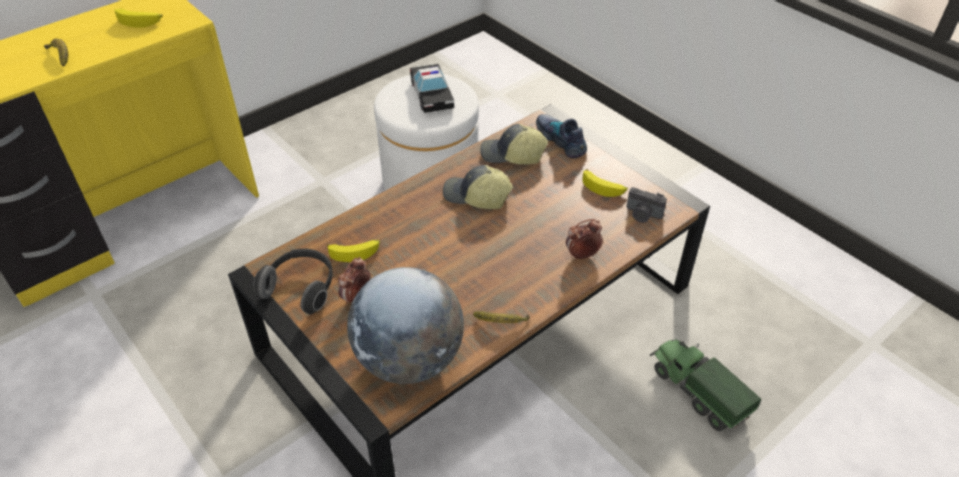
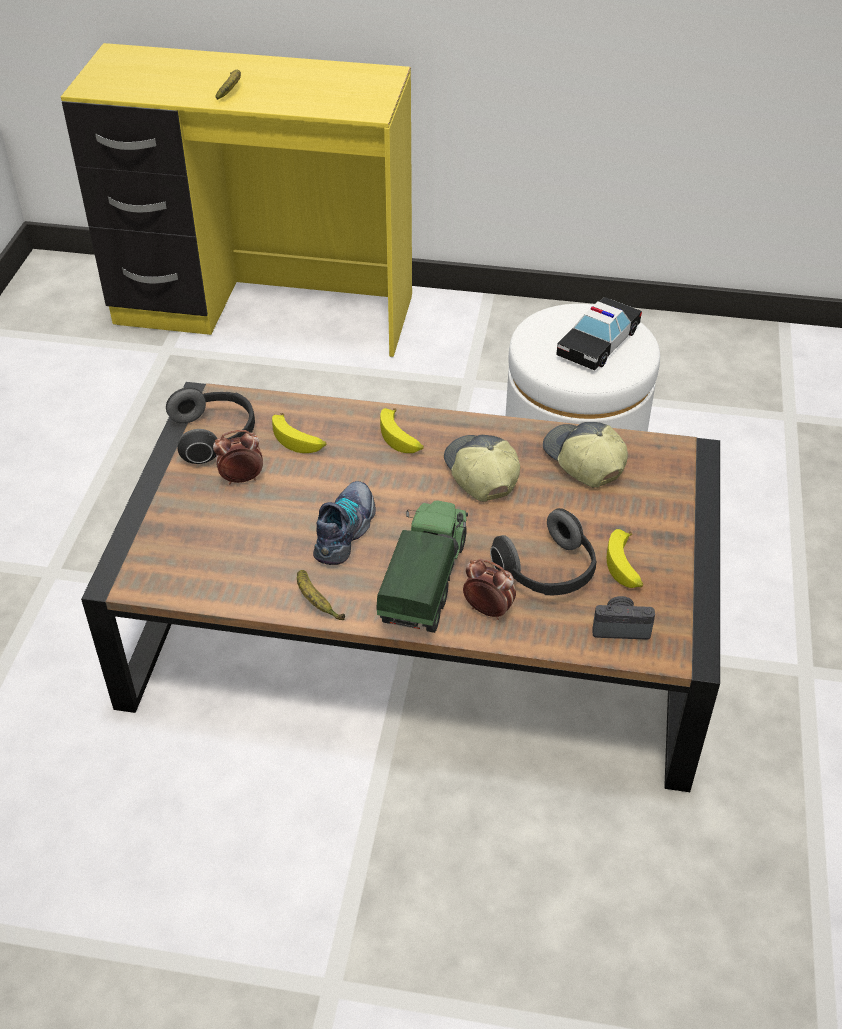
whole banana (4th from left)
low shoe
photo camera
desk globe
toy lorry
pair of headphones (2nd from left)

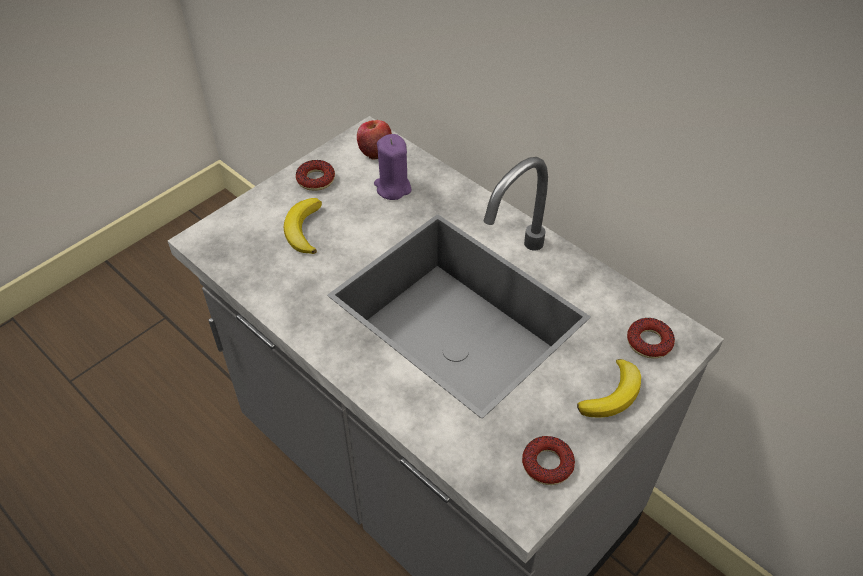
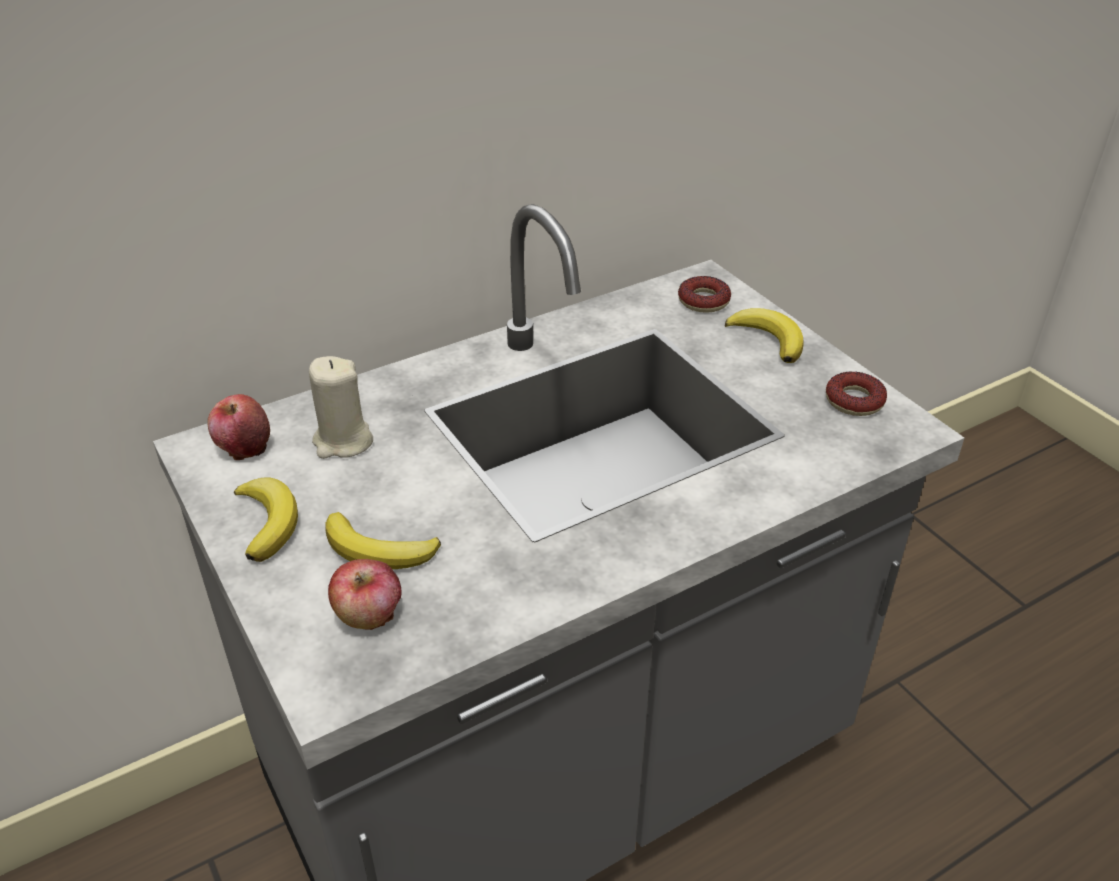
beige-coloured wax light
whole banana (1st from left)
apple fruit (2nd from left)

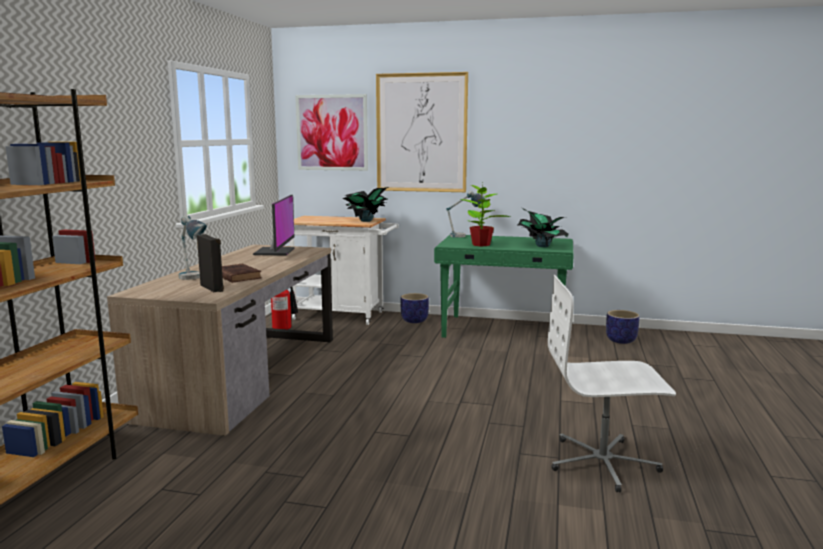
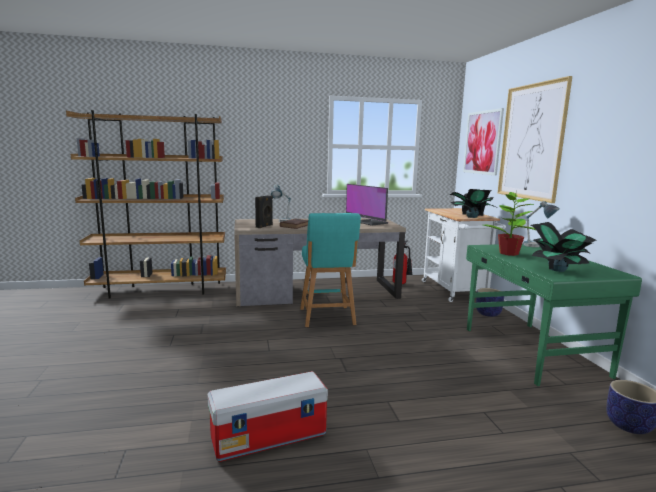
computer display
storage bin
turquoise stool

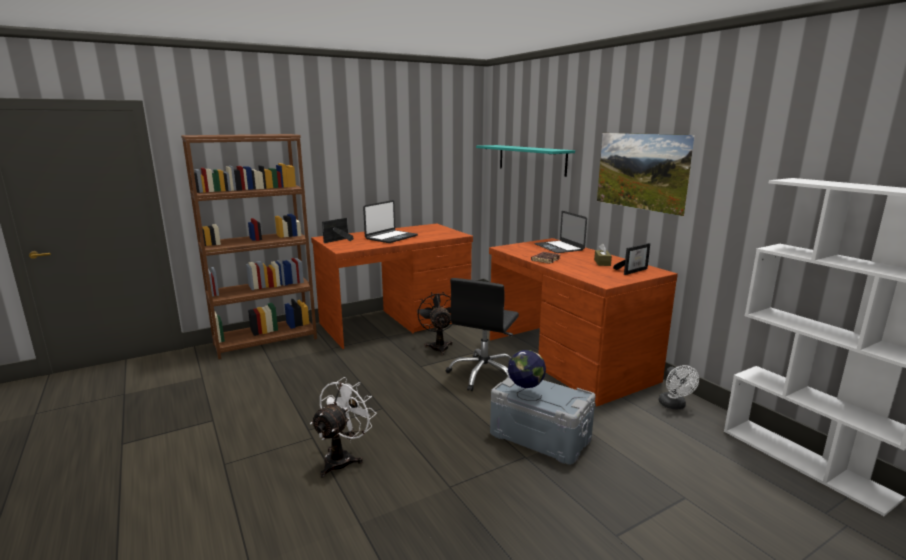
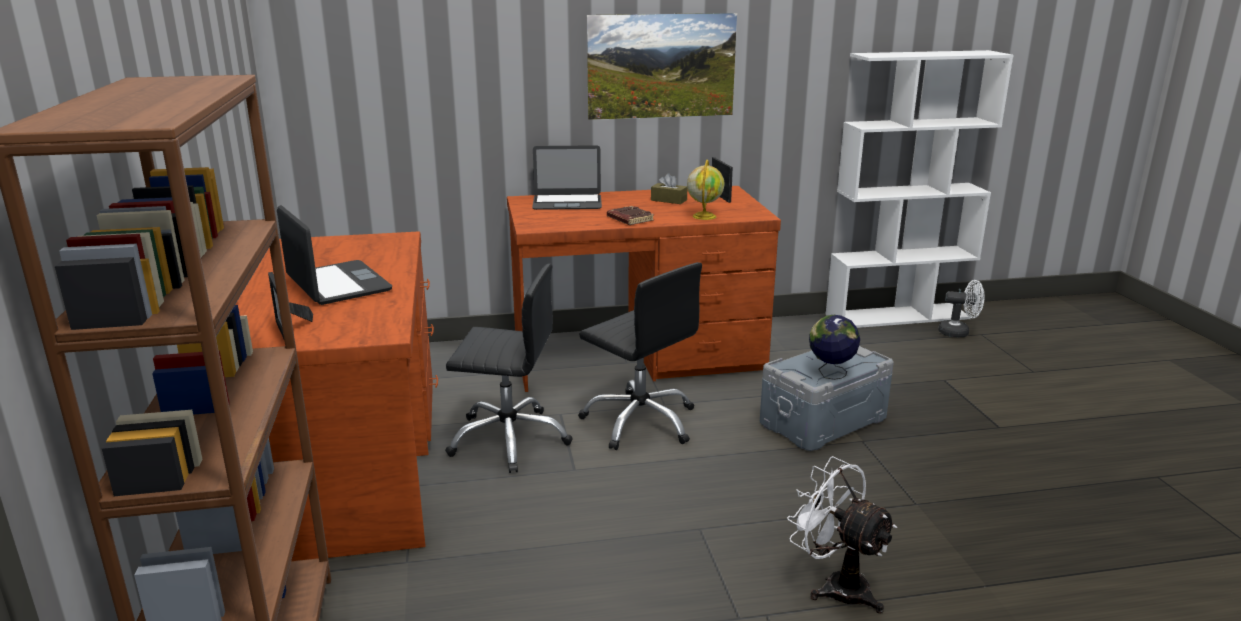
turquoise shelf
black computer chair (1st from left)
whitish electric fan (2nd from left)
desk globe (1st from left)

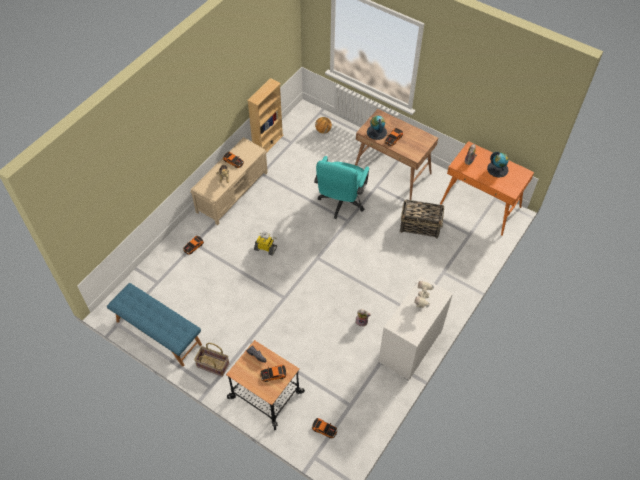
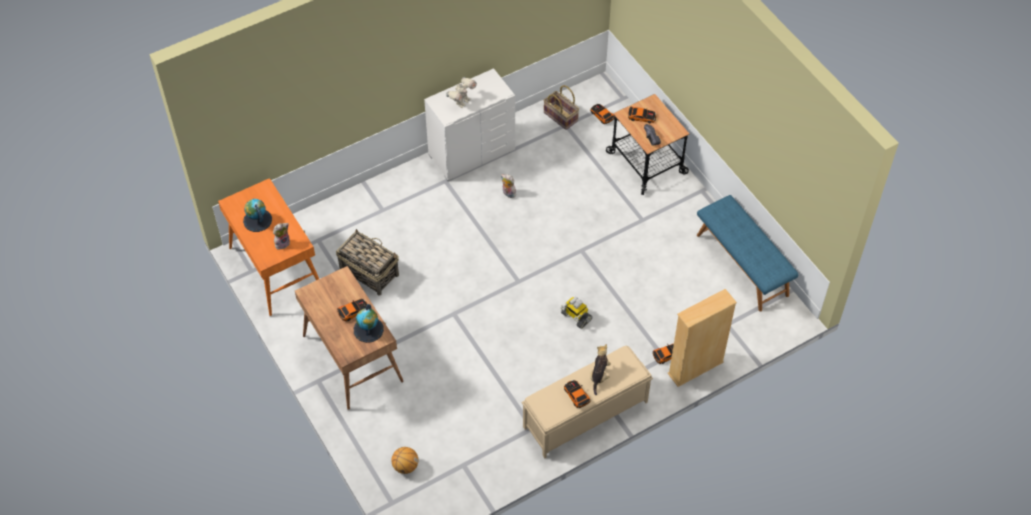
beige-coloured bookshelf
turquoise computer chair
basket (2nd from left)

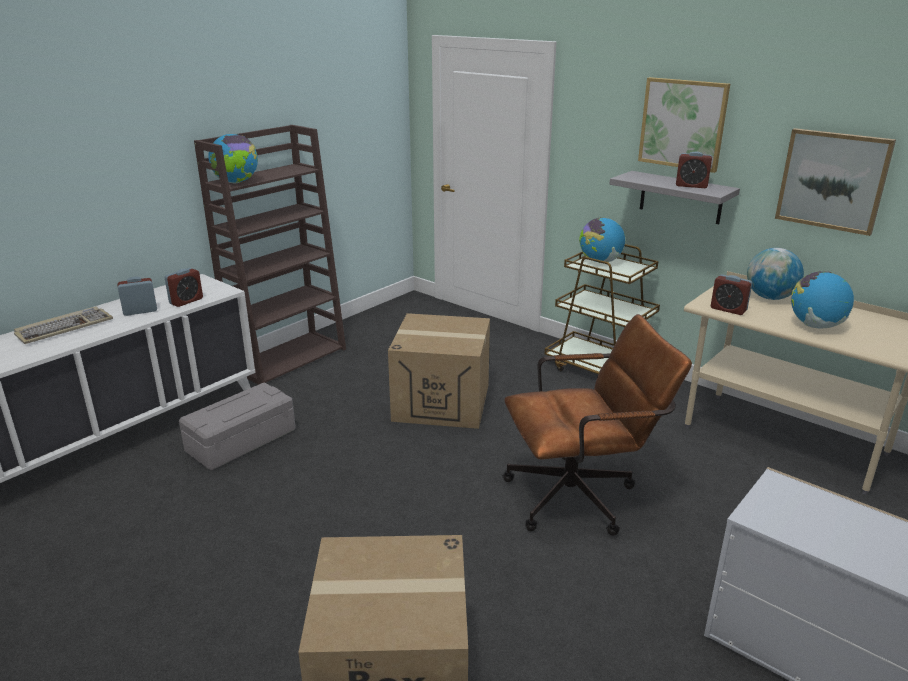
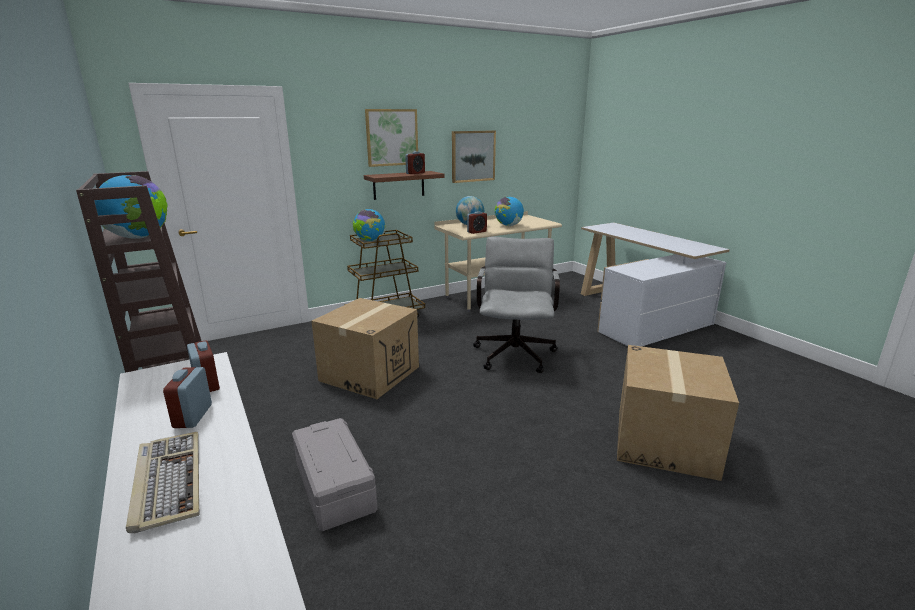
brown-coloured shelf
greyish computer chair

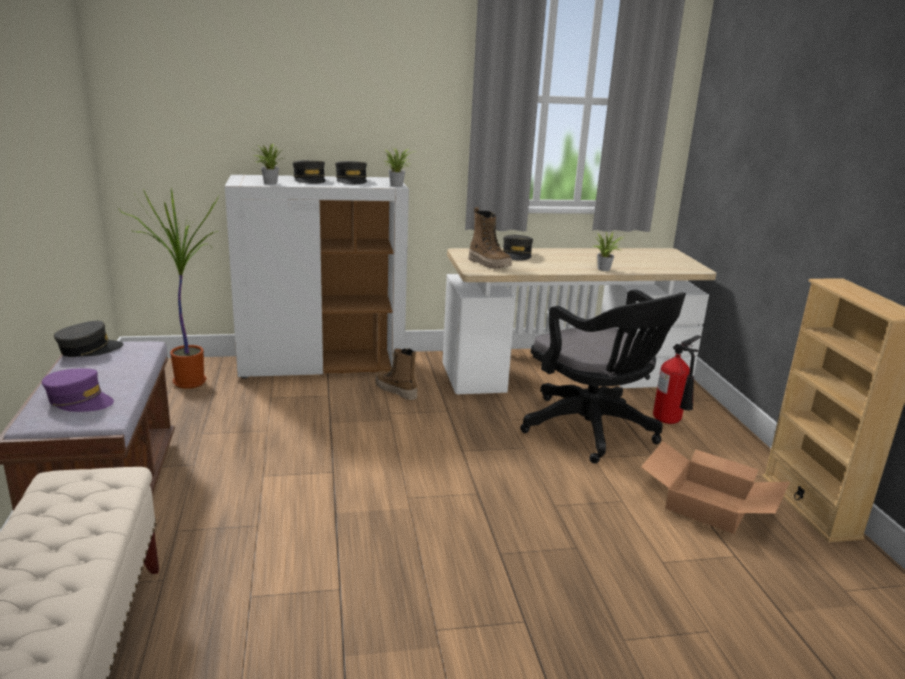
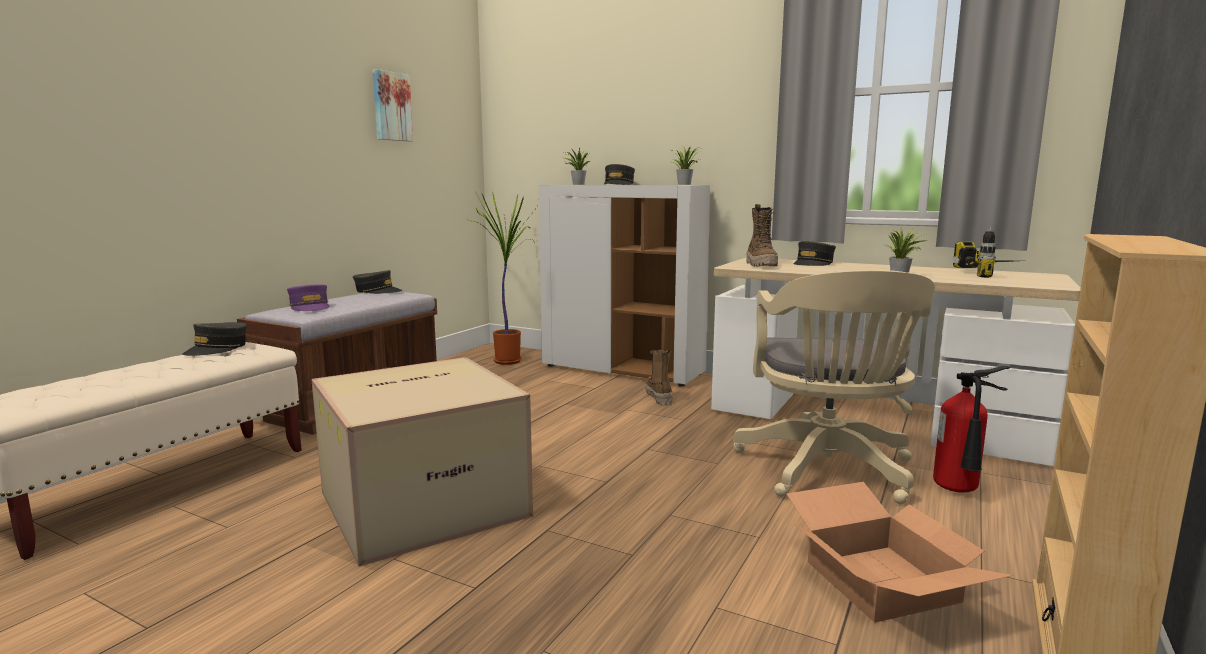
greyish cap (1st from left)
beige-coloured computer chair
wall art
electric drill
cardboard box (1st from left)

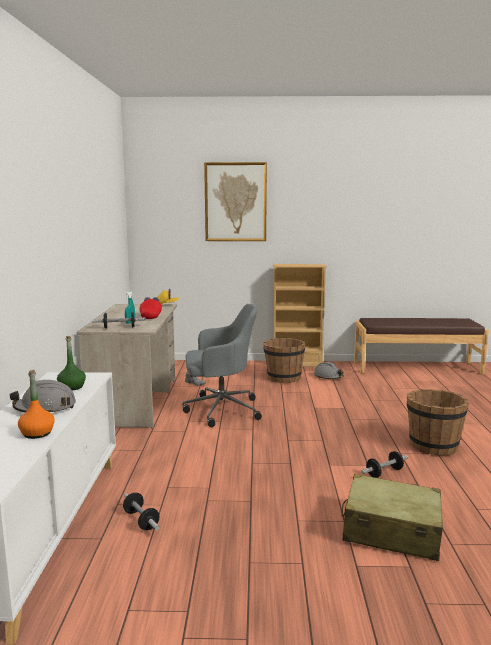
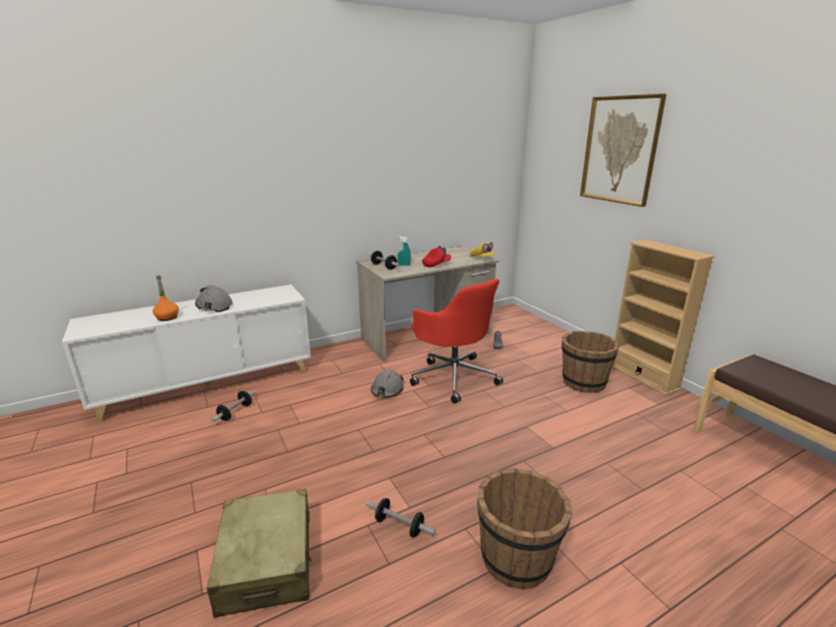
red-coloured computer chair
green-coloured drink bottle
greyish hard hat (2nd from left)

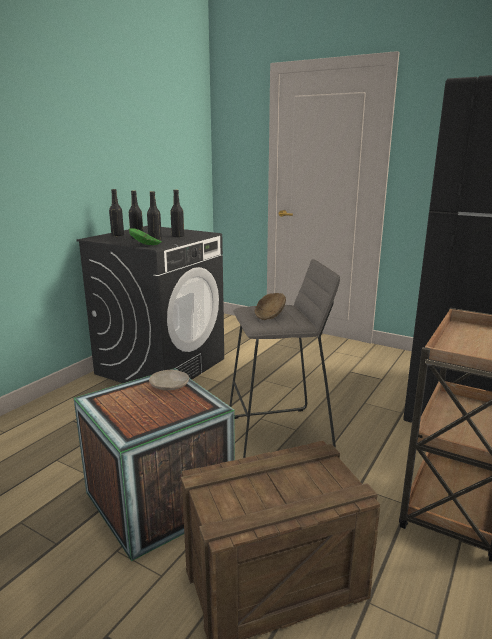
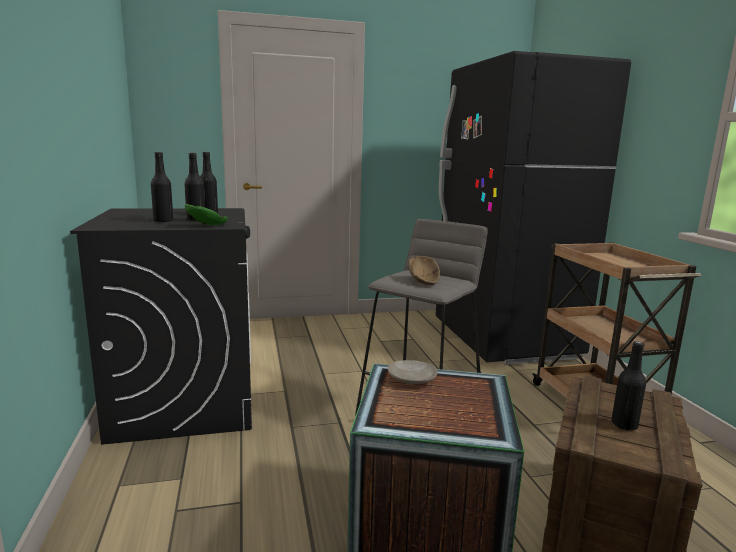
black drink bottle (4th from left)

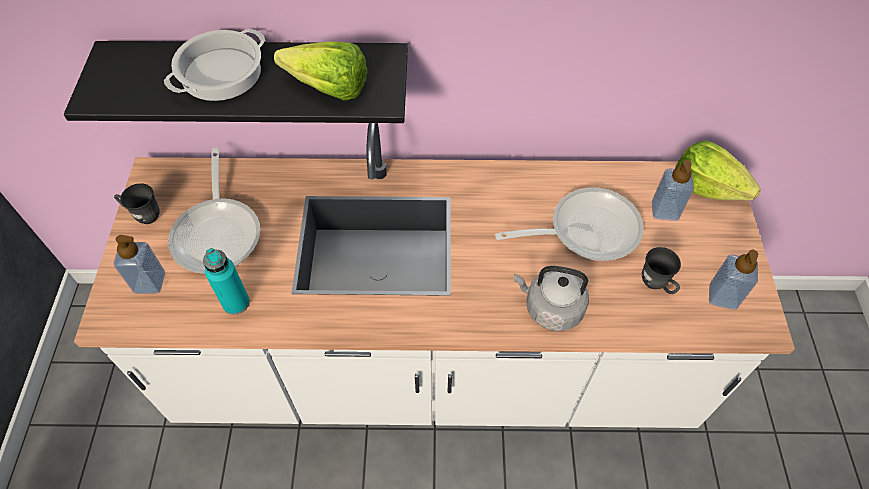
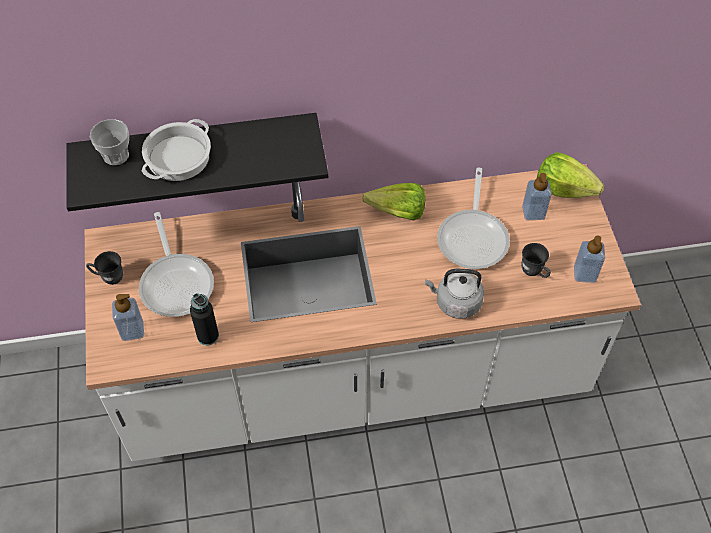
lettuce (1st from left)
frying pan (2nd from left)
black drink bottle
cup

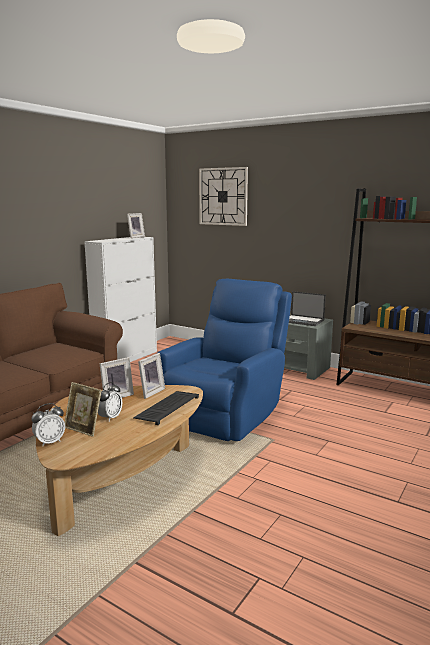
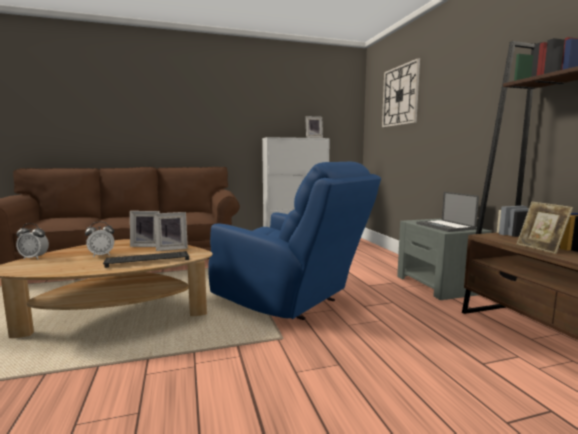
blue-coloured armchair
standing frame (4th from left)

